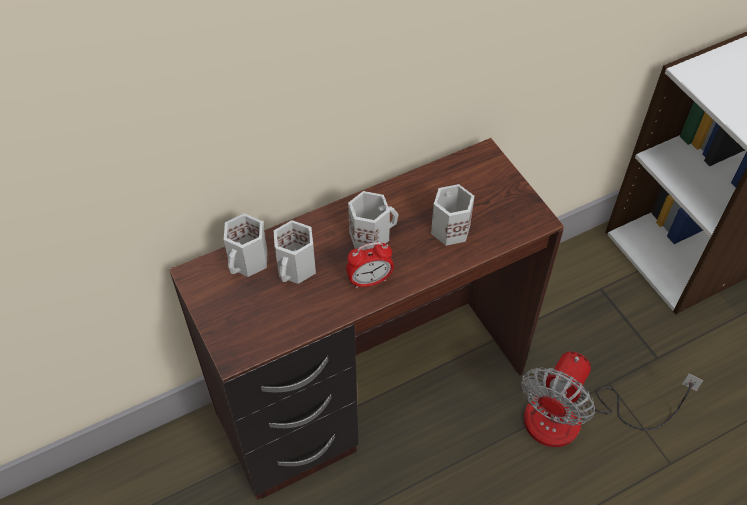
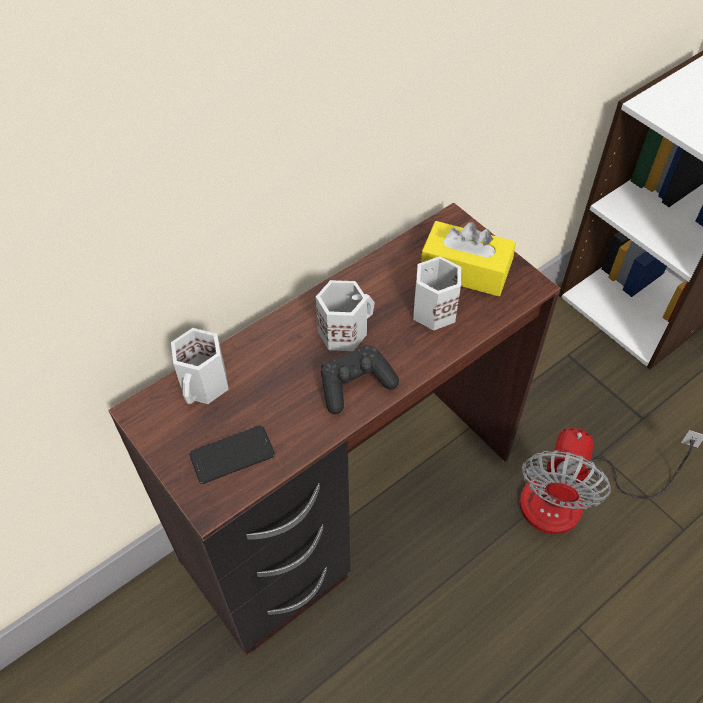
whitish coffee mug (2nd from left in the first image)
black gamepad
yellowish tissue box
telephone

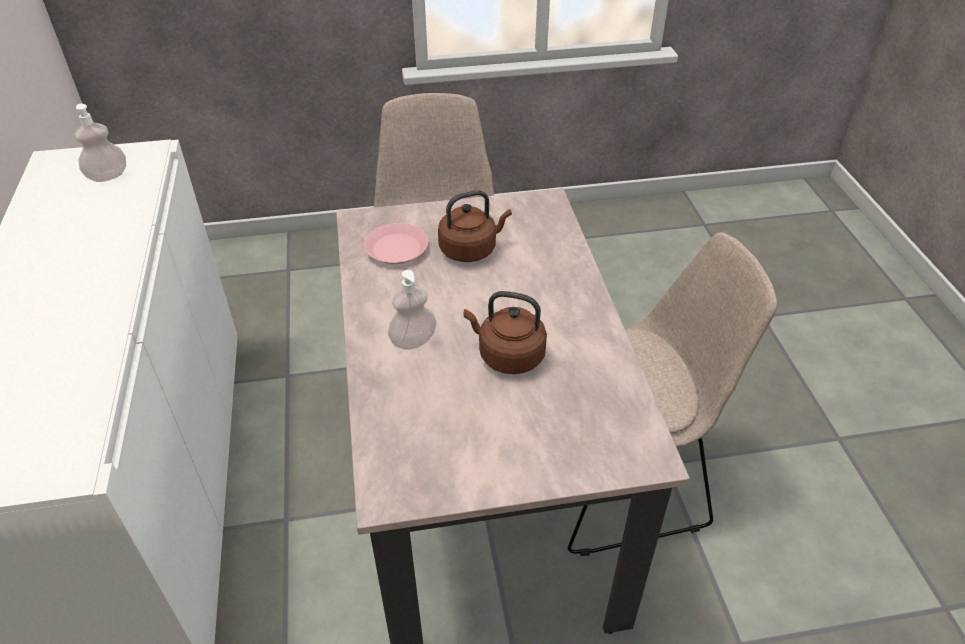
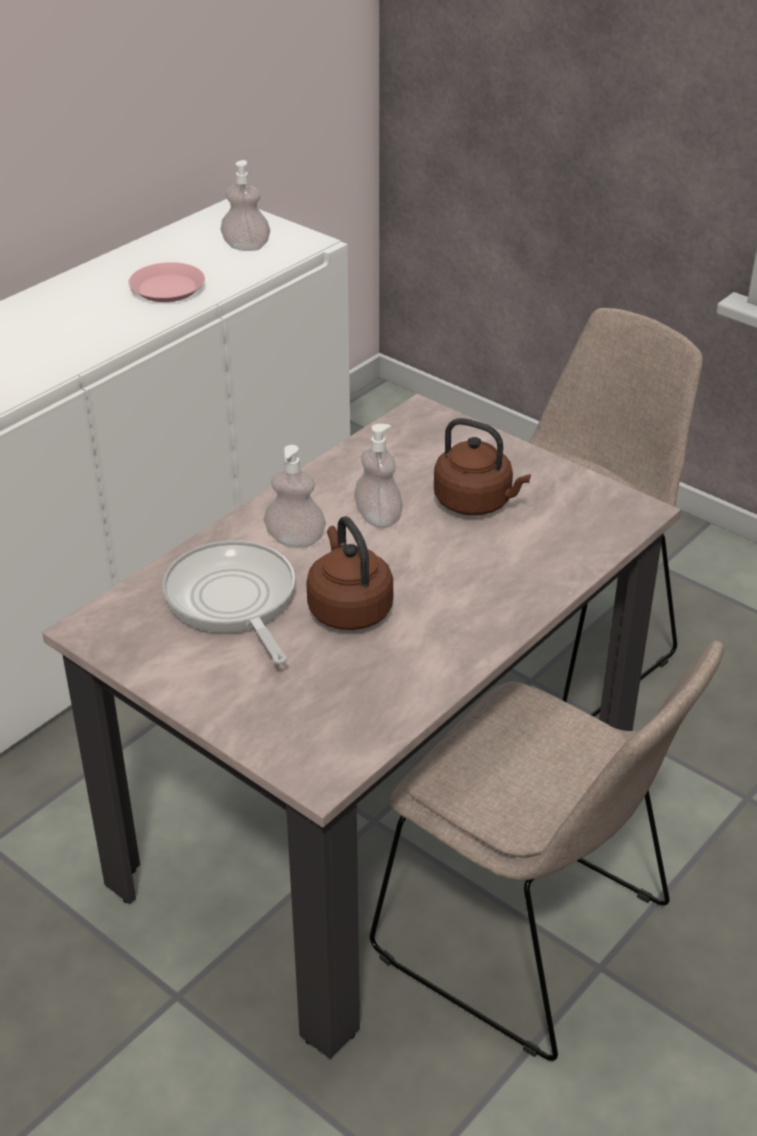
pink-coloured flat dish
liquid soap bottle (3rd from left)
frying pan

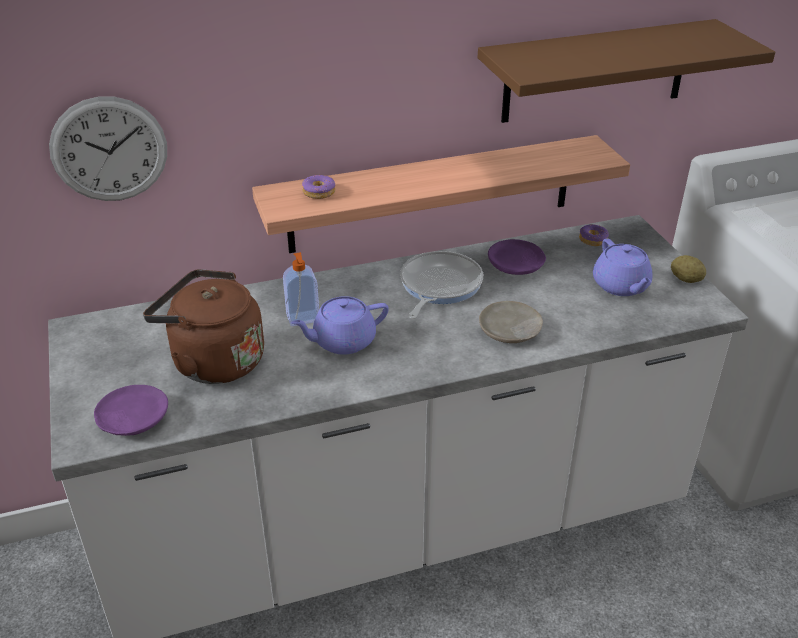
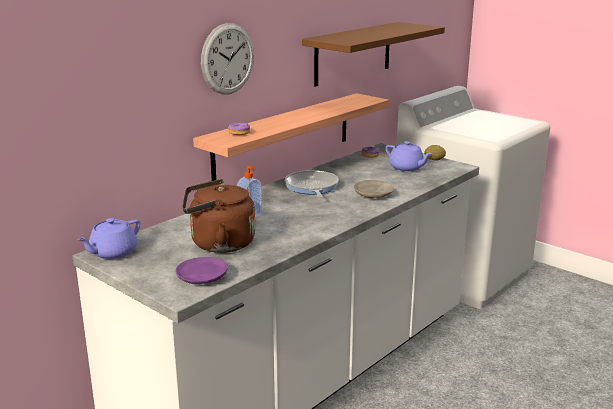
wall clock
purple-coloured flat dish (2nd from left in the first image)
purple-coloured pot for tea (1st from left)

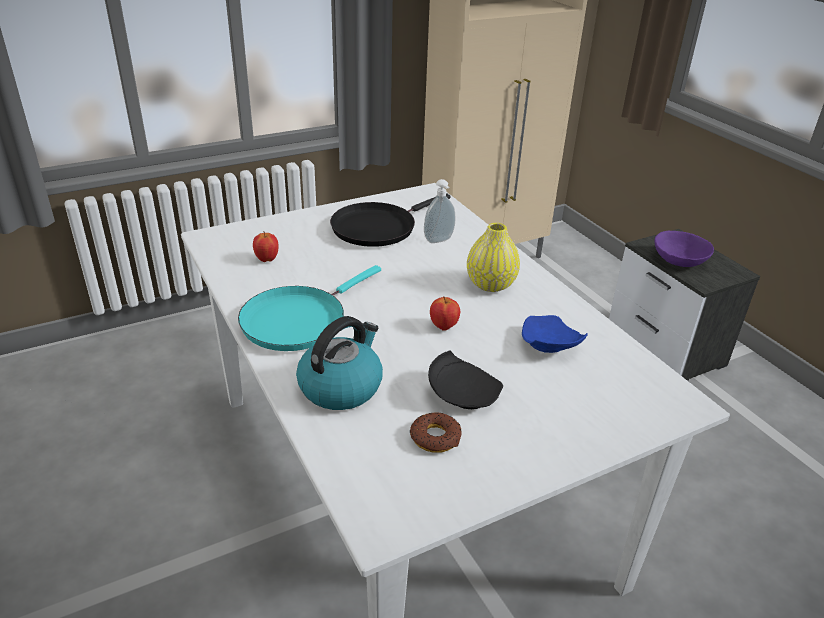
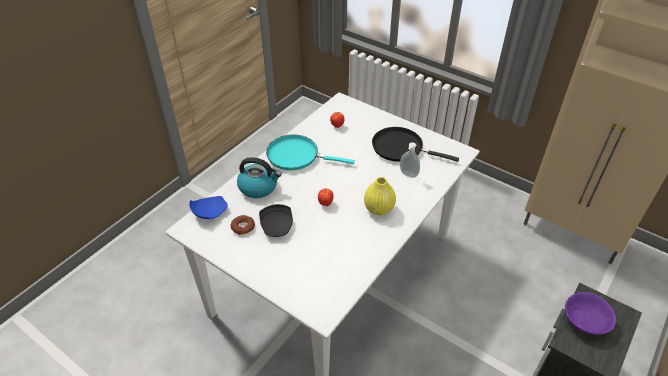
blue-coloured flat dish

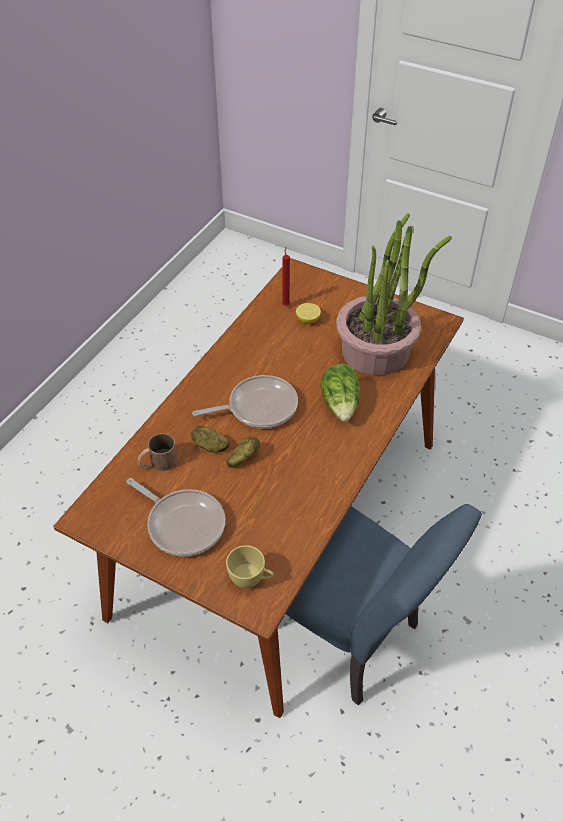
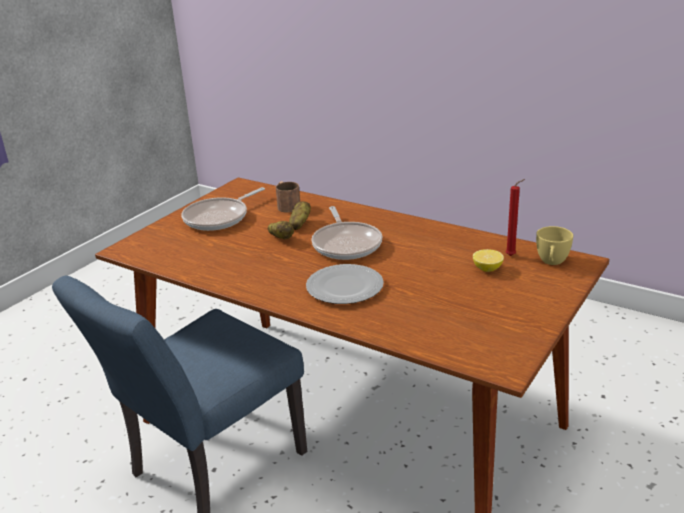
potted plant
flat dish
yellowish cup

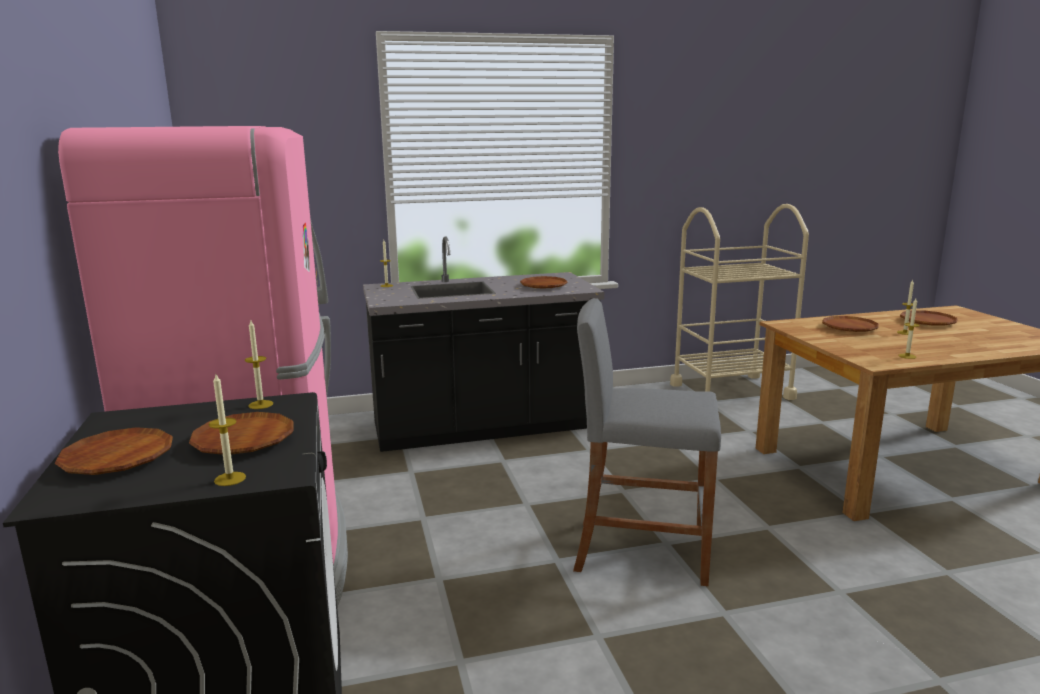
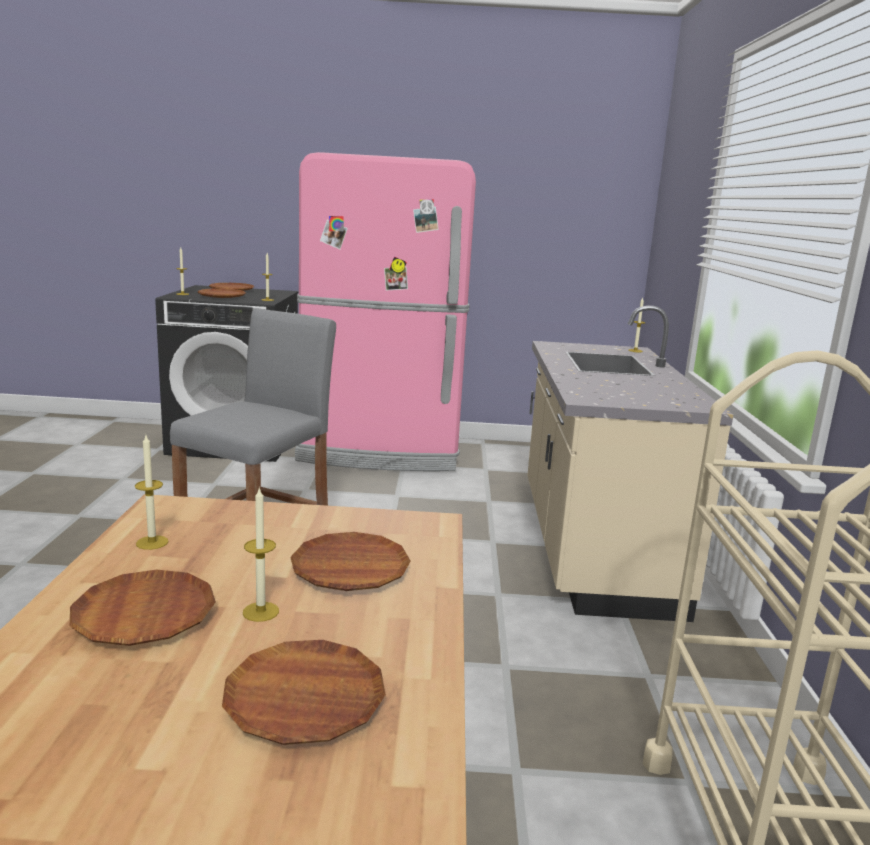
beige-coloured kitchen base unit
brown-coloured flat dish (1st from left)

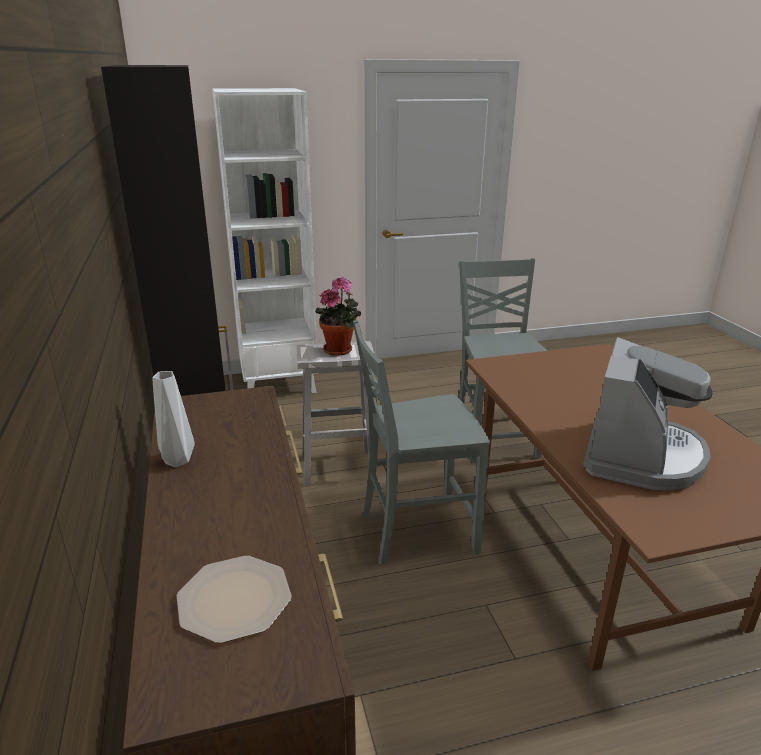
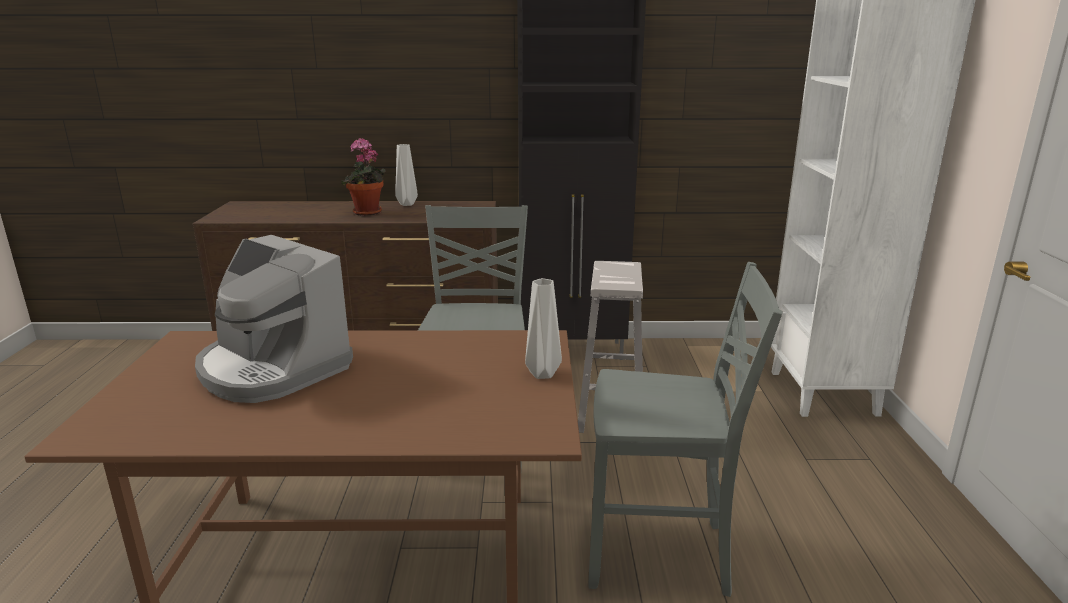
potted plant
flat dish
greyish decorative vase (2nd from left)

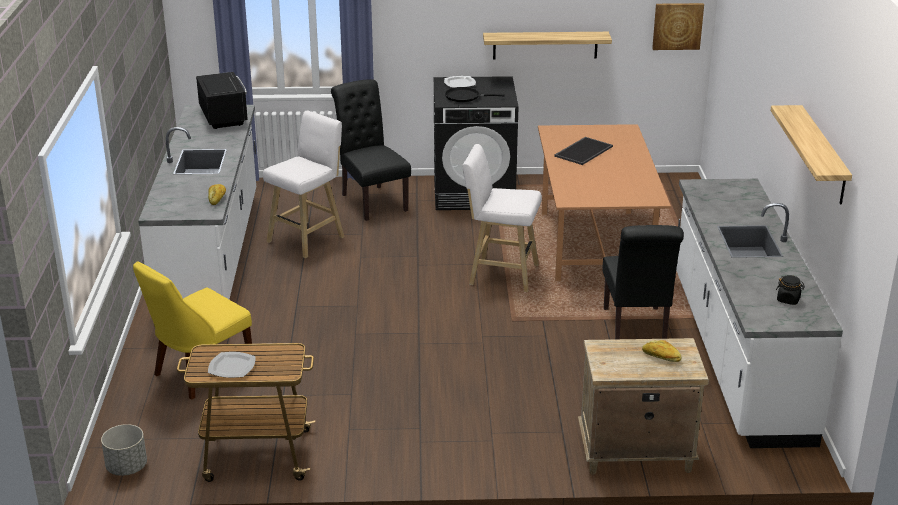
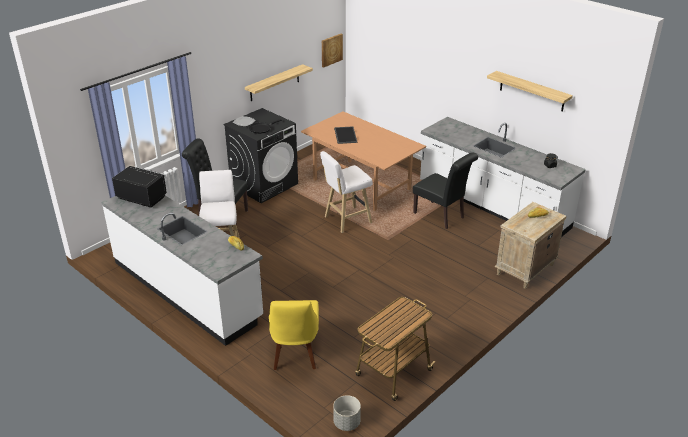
flat dish (1st from left in the first image)

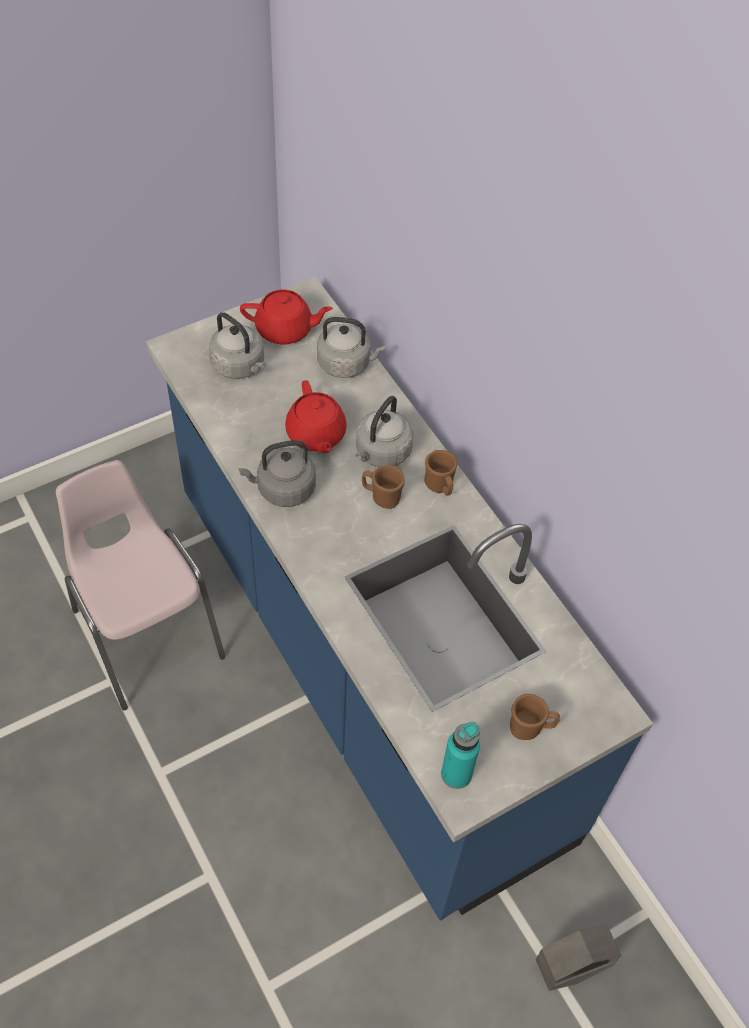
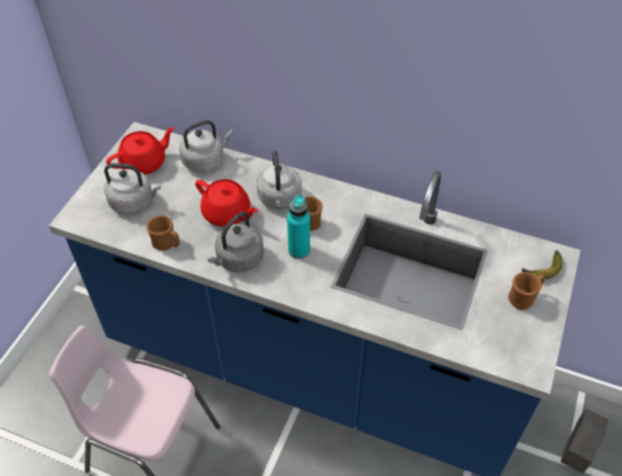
brown-coloured coffee mug (1st from left)
turquoise drink bottle
whole banana

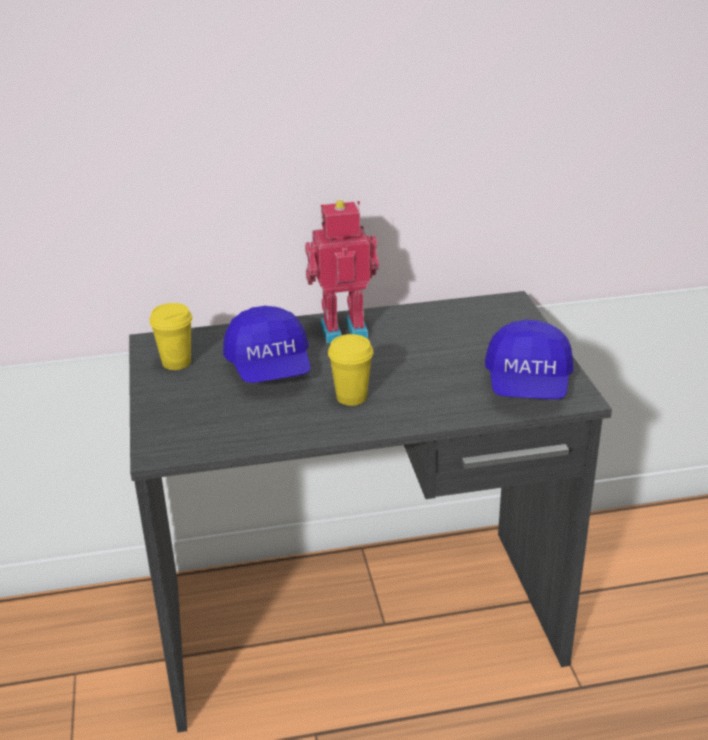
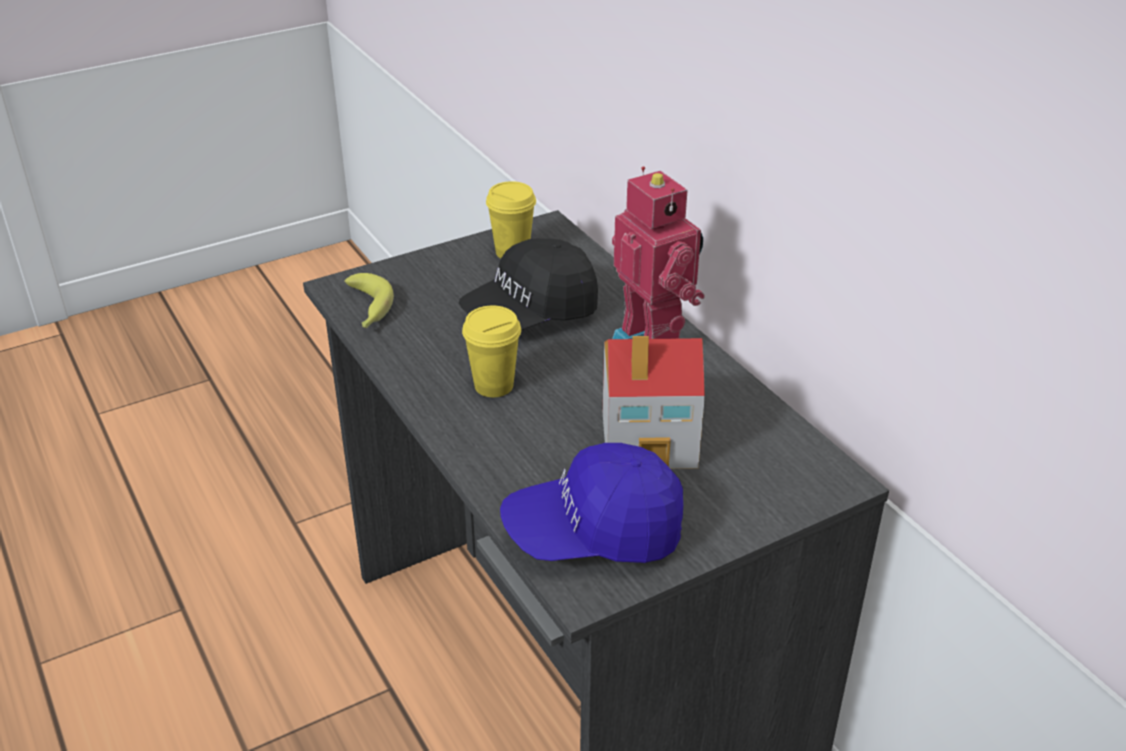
black cap
whole banana
miniature house

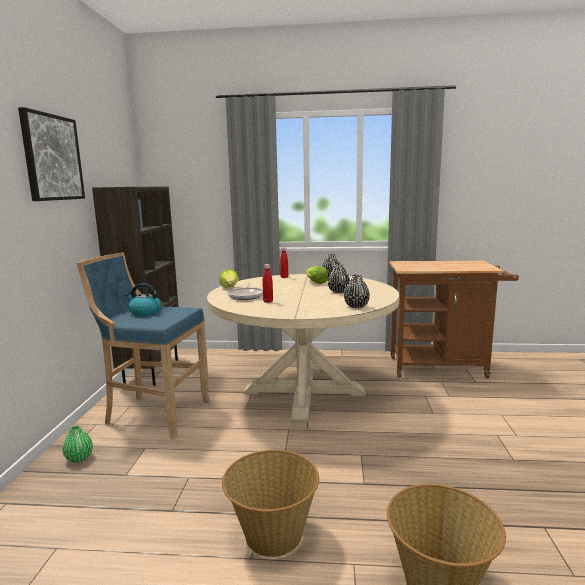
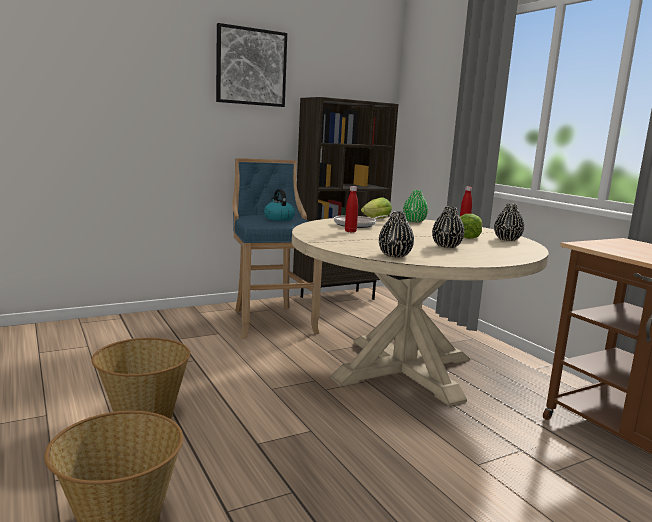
green-coloured decorative vase

